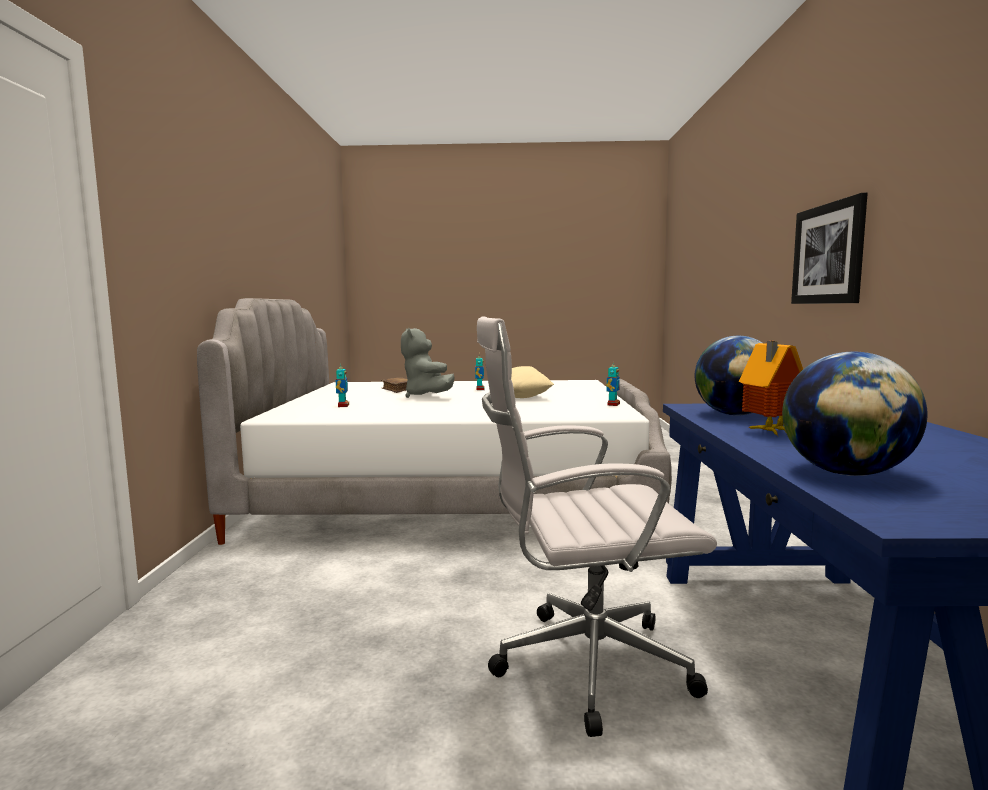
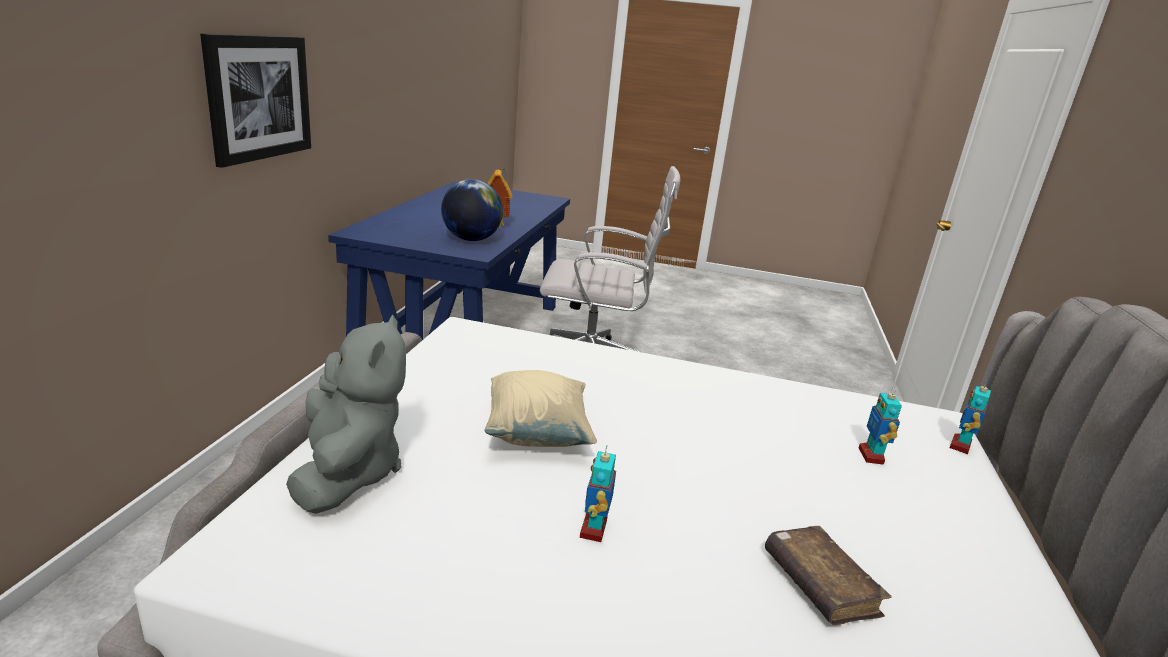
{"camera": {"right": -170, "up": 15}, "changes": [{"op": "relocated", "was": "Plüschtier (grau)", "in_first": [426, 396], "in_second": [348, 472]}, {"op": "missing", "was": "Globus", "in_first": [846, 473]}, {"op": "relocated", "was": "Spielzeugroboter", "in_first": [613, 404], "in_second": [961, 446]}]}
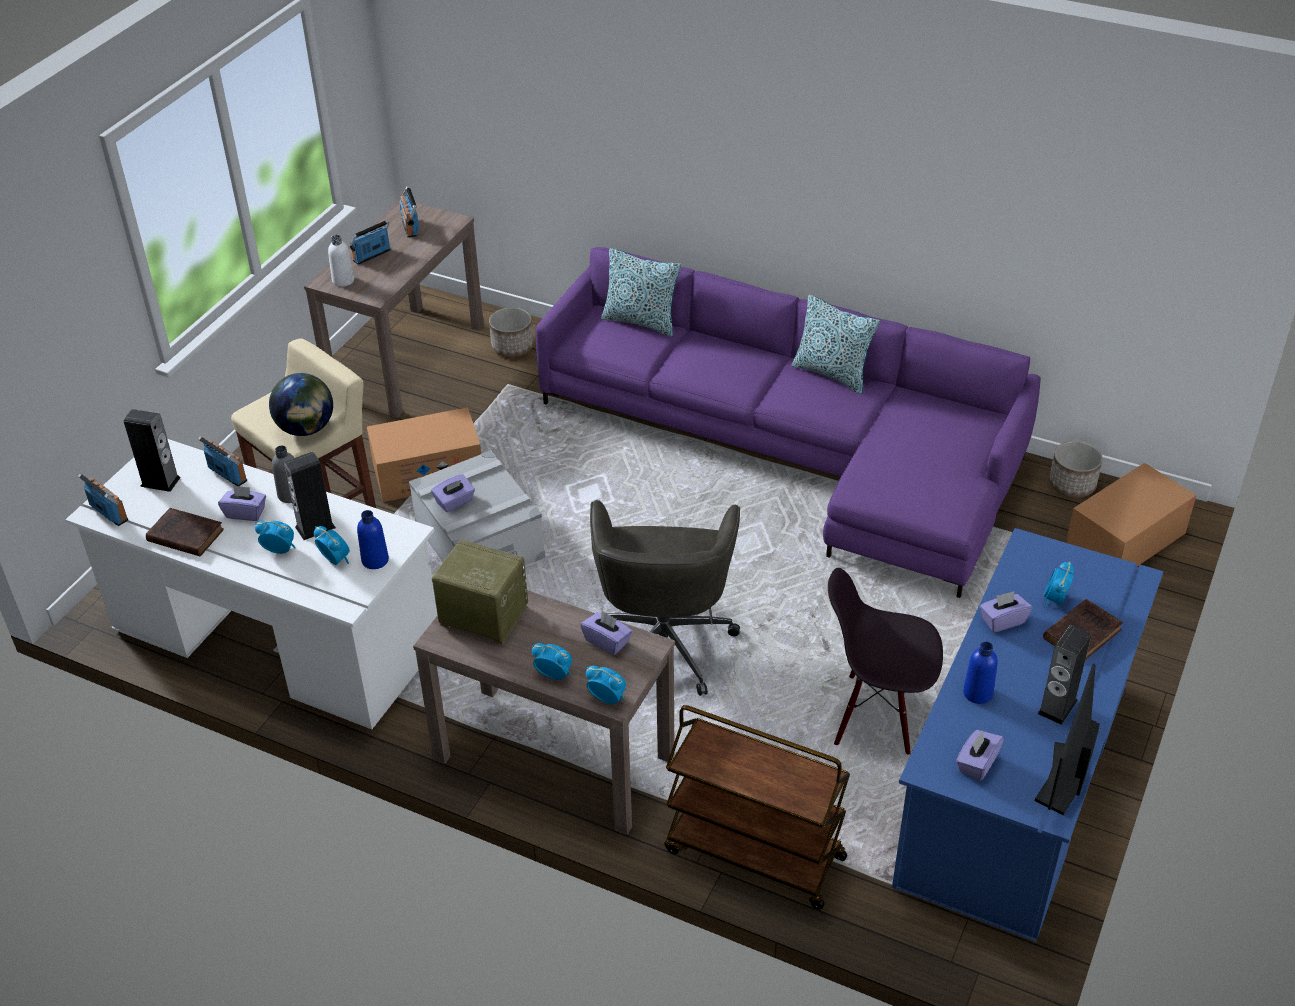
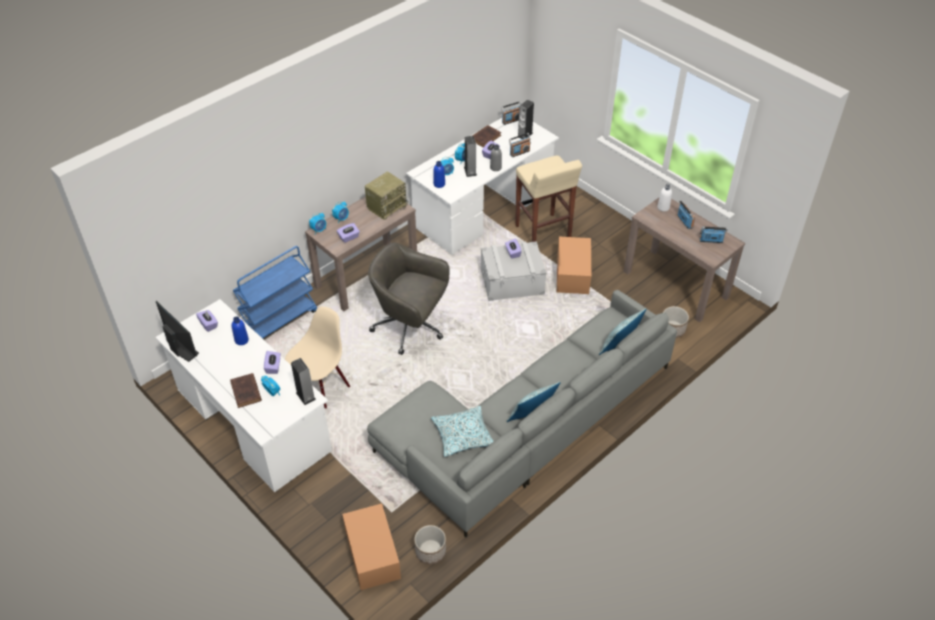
{"camera": {"right": 110, "up": 5}, "changes": [{"op": "colour", "was": "Sofa (lila)", "now": "Sofa (grau)", "in_first": [796, 450], "in_second": [524, 426]}, {"op": "missing", "was": "Globus", "in_first": [306, 429]}, {"op": "colour", "was": "Schreibtisch (blau)", "now": "Schreibtisch (weiß)", "in_first": [1015, 784], "in_second": [252, 421]}, {"op": "colour", "was": "Stuhl (schwarz)", "now": "Stuhl (beige)", "in_first": [877, 716], "in_second": [321, 387]}, {"op": "relocated", "was": "Lautsprecher", "in_first": [1057, 707], "in_second": [305, 396]}, {"op": "colour", "was": "Rollwagen (braun)", "now": "Rollwagen (blau)", "in_first": [753, 854], "in_second": [279, 320]}, {"op": "appeared", "now": "Kissen", "in_second": [462, 435]}]}
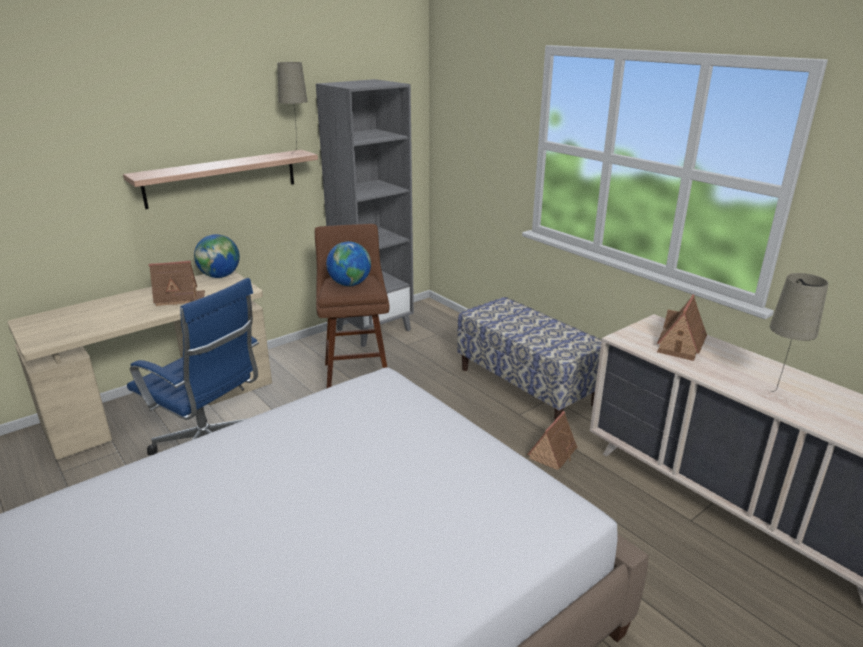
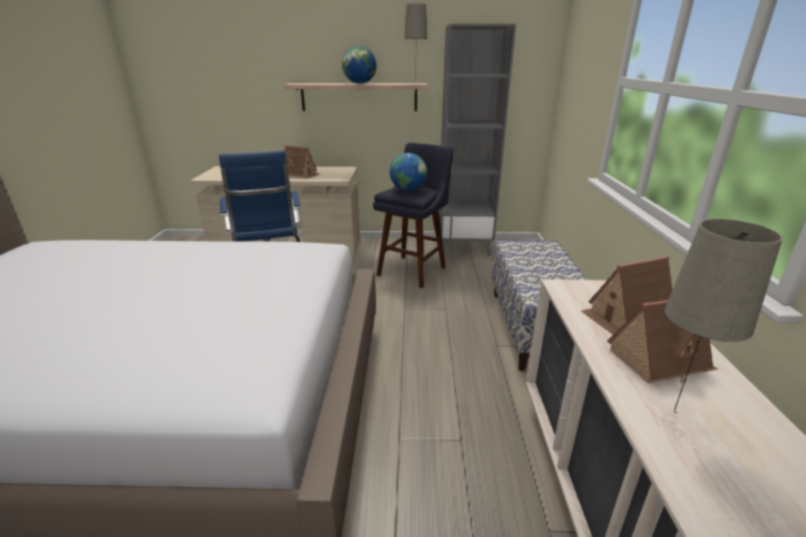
{"camera": {"right": 40, "up": 0}, "changes": [{"op": "colour", "was": "Hocker (braun)", "now": "Hocker (blau)", "in_first": [356, 373], "in_second": [414, 269]}, {"op": "relocated", "was": "Globus", "in_first": [220, 276], "in_second": [360, 83]}, {"op": "relocated", "was": "Spielzeughaus", "in_first": [553, 453], "in_second": [659, 359]}]}
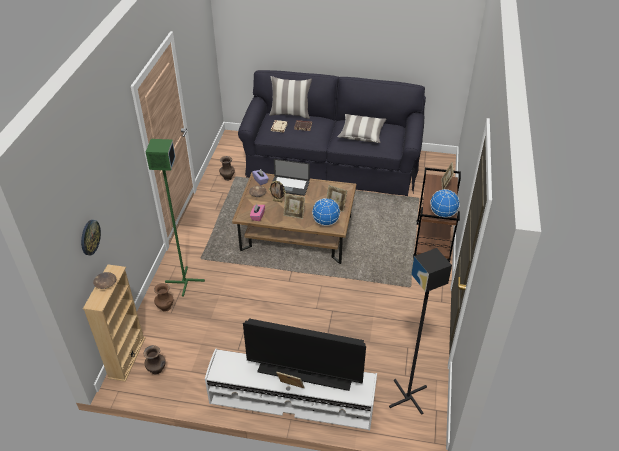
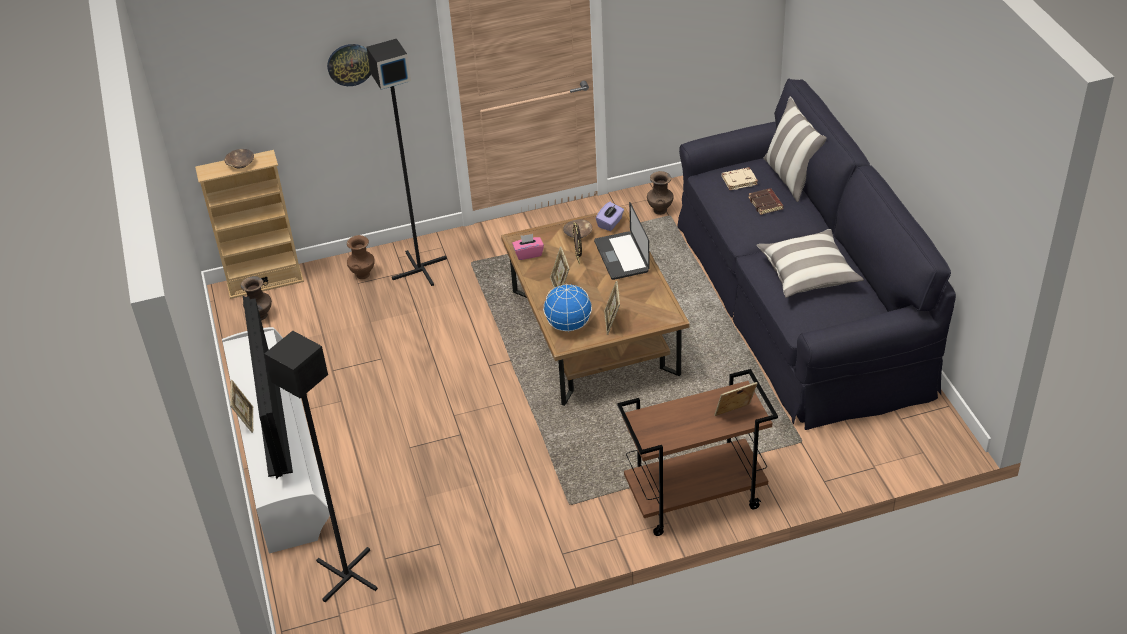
{"camera": {"right": 65, "up": 0}, "changes": [{"op": "colour", "was": "Stehlampe (grün)", "now": "Stehlampe (schwarz)", "in_first": [184, 281], "in_second": [418, 268]}, {"op": "missing", "was": "Globus", "in_first": [443, 214]}, {"op": "relocated", "was": "Wanduhr", "in_first": [89, 237], "in_second": [350, 64]}]}
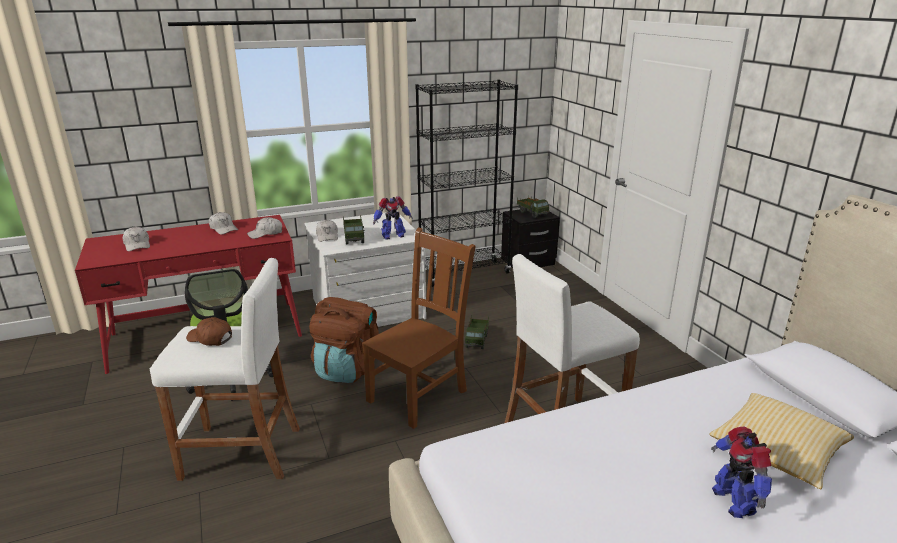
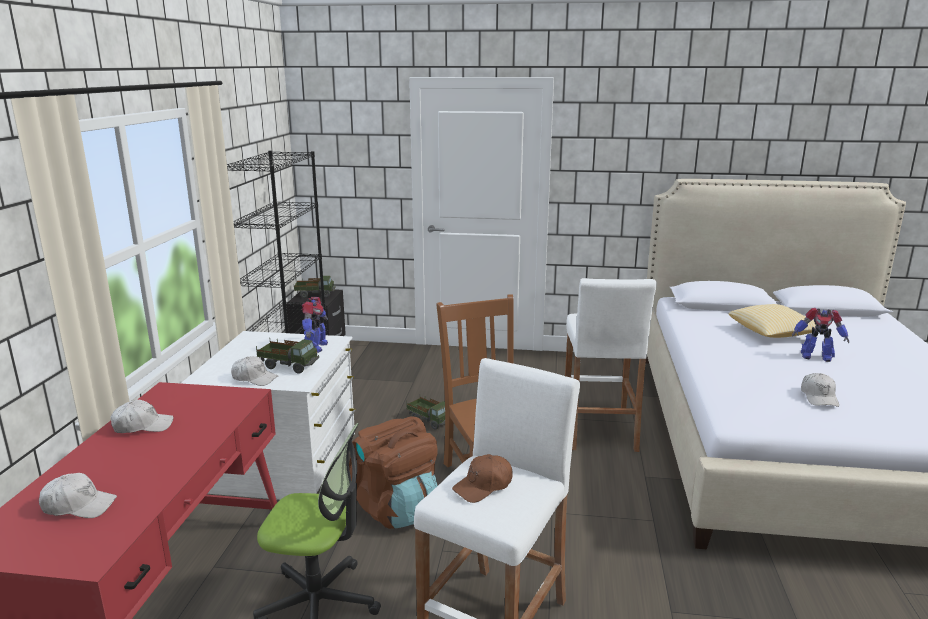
{"camera": {"right": -60, "up": -5}, "changes": [{"op": "relocated", "was": "Kappe (weiß)", "in_first": [265, 233], "in_second": [819, 397]}]}
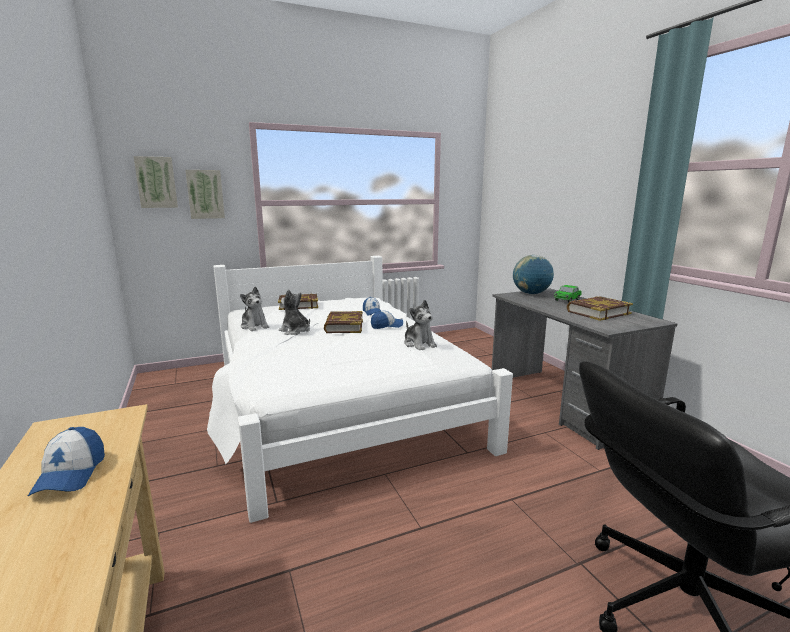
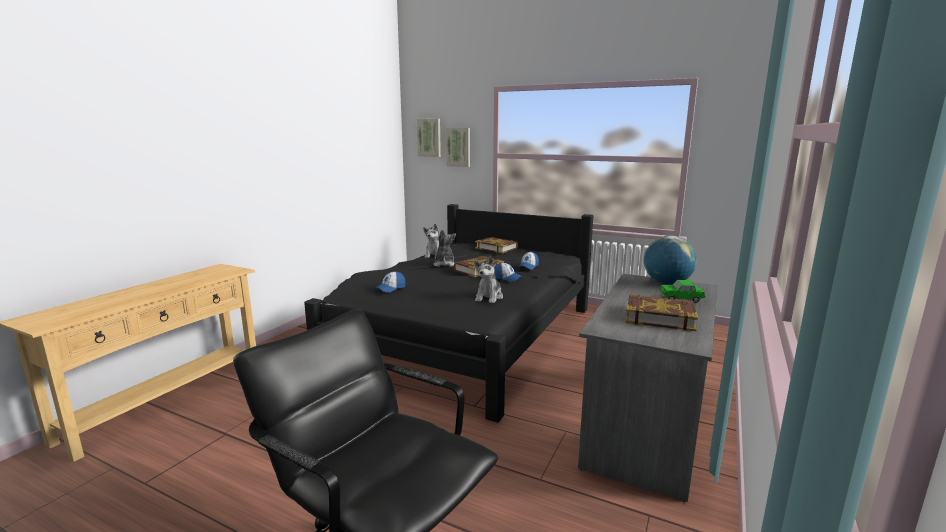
{"camera": {"right": 50, "up": 0}, "changes": [{"op": "colour", "was": "Bett (weiß)", "now": "Bett (schwarz)", "in_first": [337, 403], "in_second": [466, 336]}, {"op": "relocated", "was": "Kappe", "in_first": [70, 474], "in_second": [390, 288]}]}
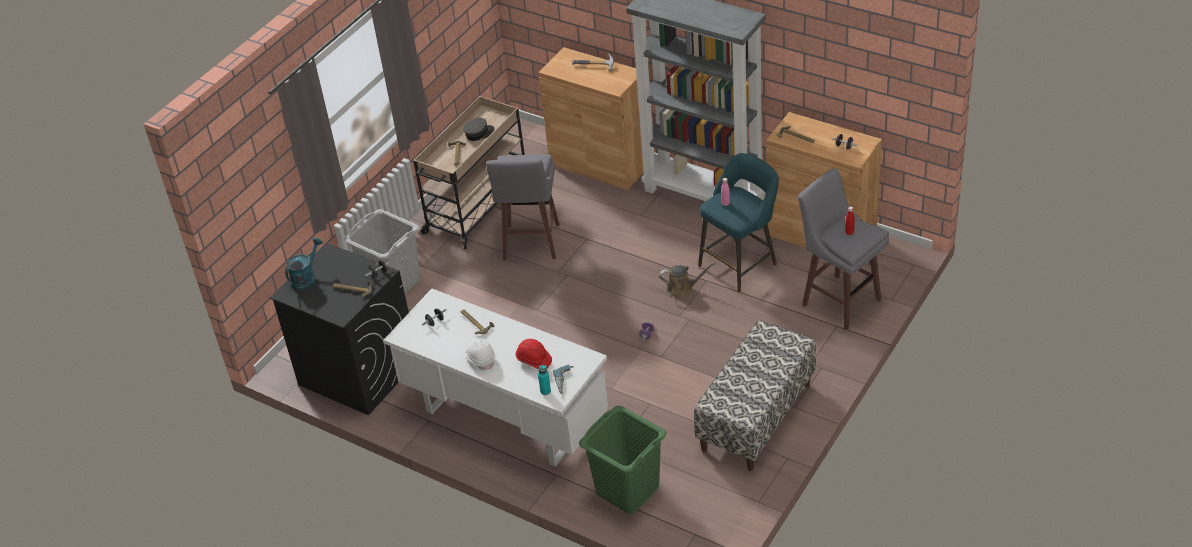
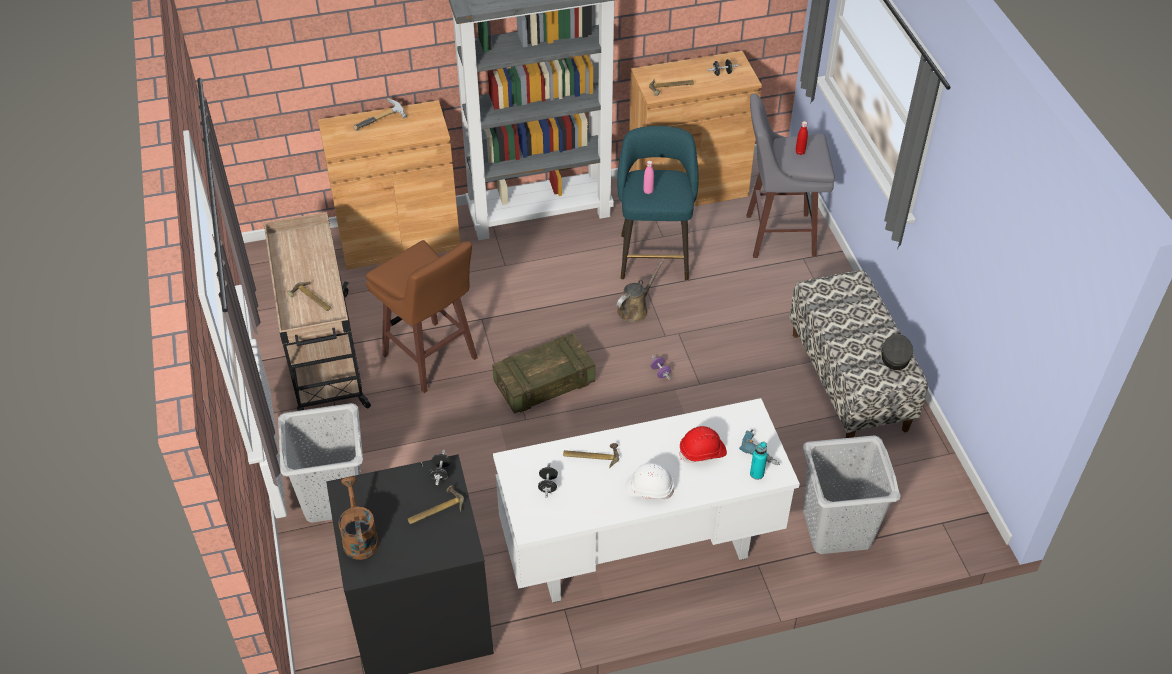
{"camera": {"right": -50, "up": 5}, "changes": [{"op": "relocated", "was": "Kappe (grau)", "in_first": [479, 133], "in_second": [895, 356]}, {"op": "colour", "was": "Hocker (grau)", "now": "Hocker (braun)", "in_first": [530, 243], "in_second": [431, 359]}, {"op": "colour", "was": "Gießkanne (türkis)", "now": "Gießkanne (braun)", "in_first": [306, 278], "in_second": [359, 537]}, {"op": "colour", "was": "Wäschekorb (grün)", "now": "Wäschekorb (grau)", "in_first": [627, 489], "in_second": [836, 527]}, {"op": "appeared", "now": "Kiste", "in_second": [544, 384]}]}
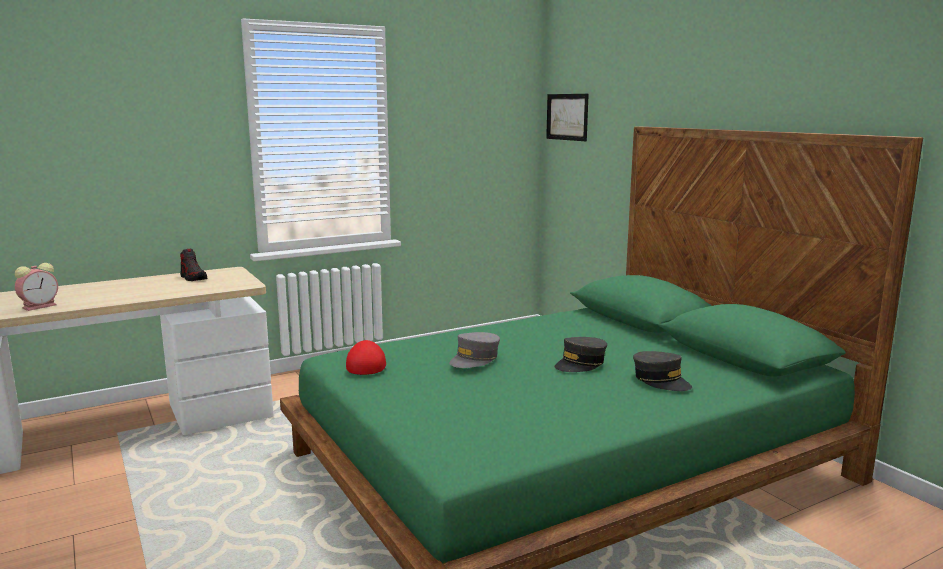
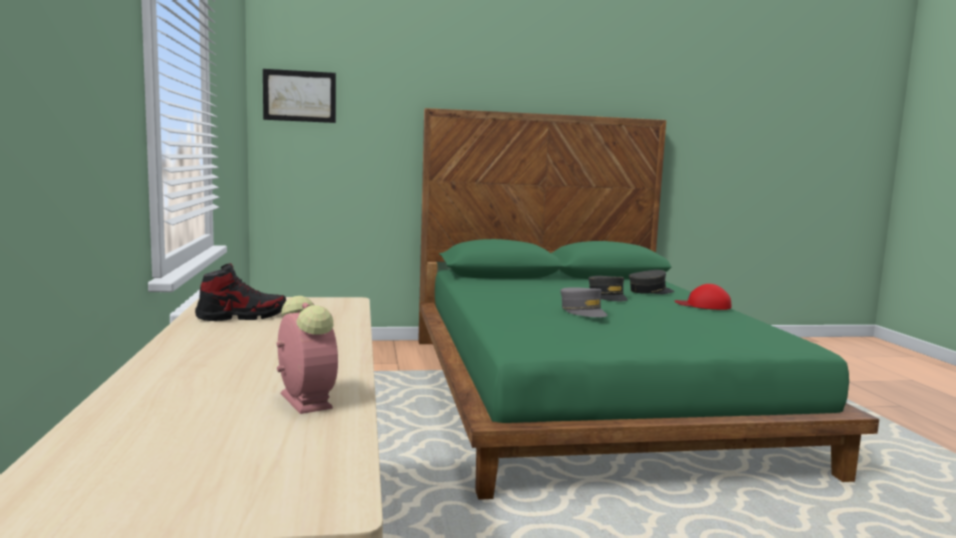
{"camera": {"right": -70, "up": -5}, "changes": [{"op": "relocated", "was": "Kappe (rot)", "in_first": [366, 364], "in_second": [703, 305]}]}
